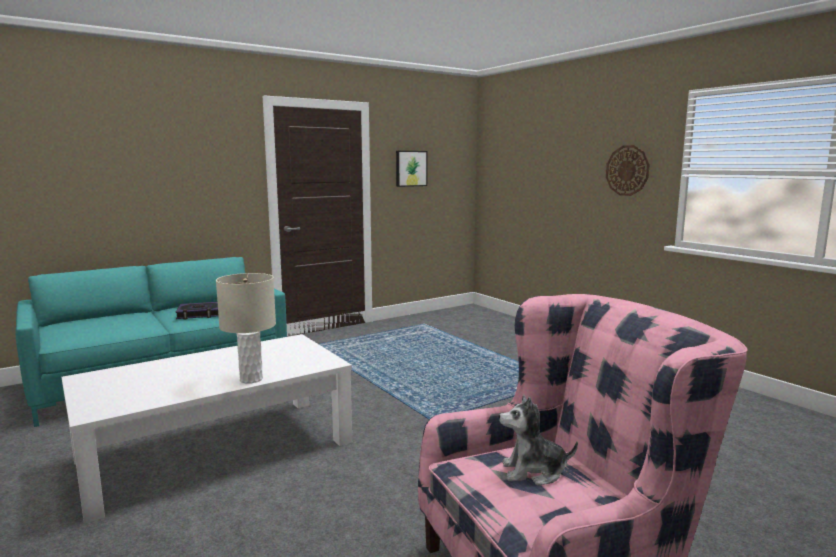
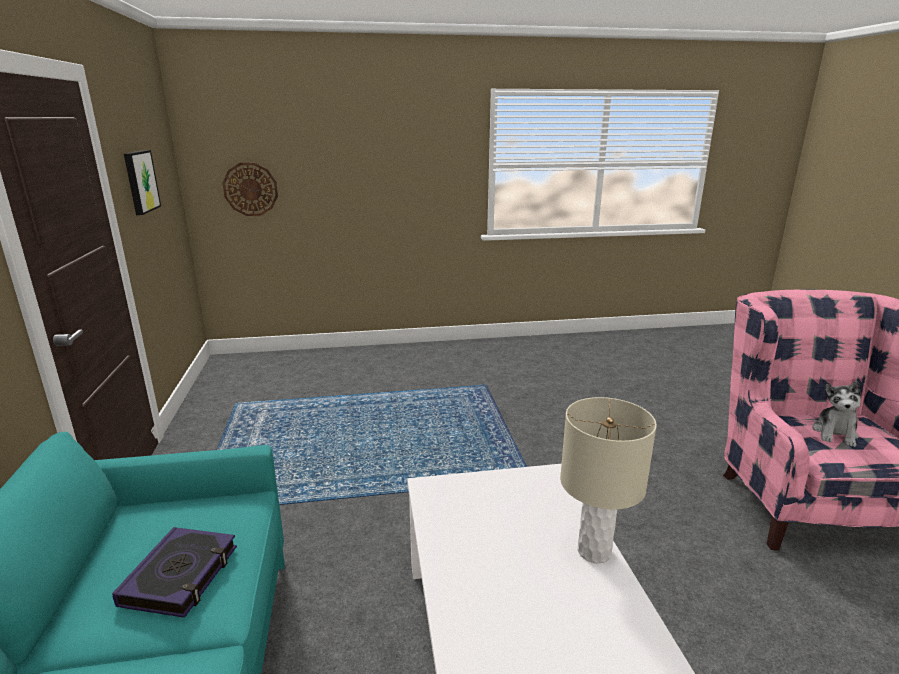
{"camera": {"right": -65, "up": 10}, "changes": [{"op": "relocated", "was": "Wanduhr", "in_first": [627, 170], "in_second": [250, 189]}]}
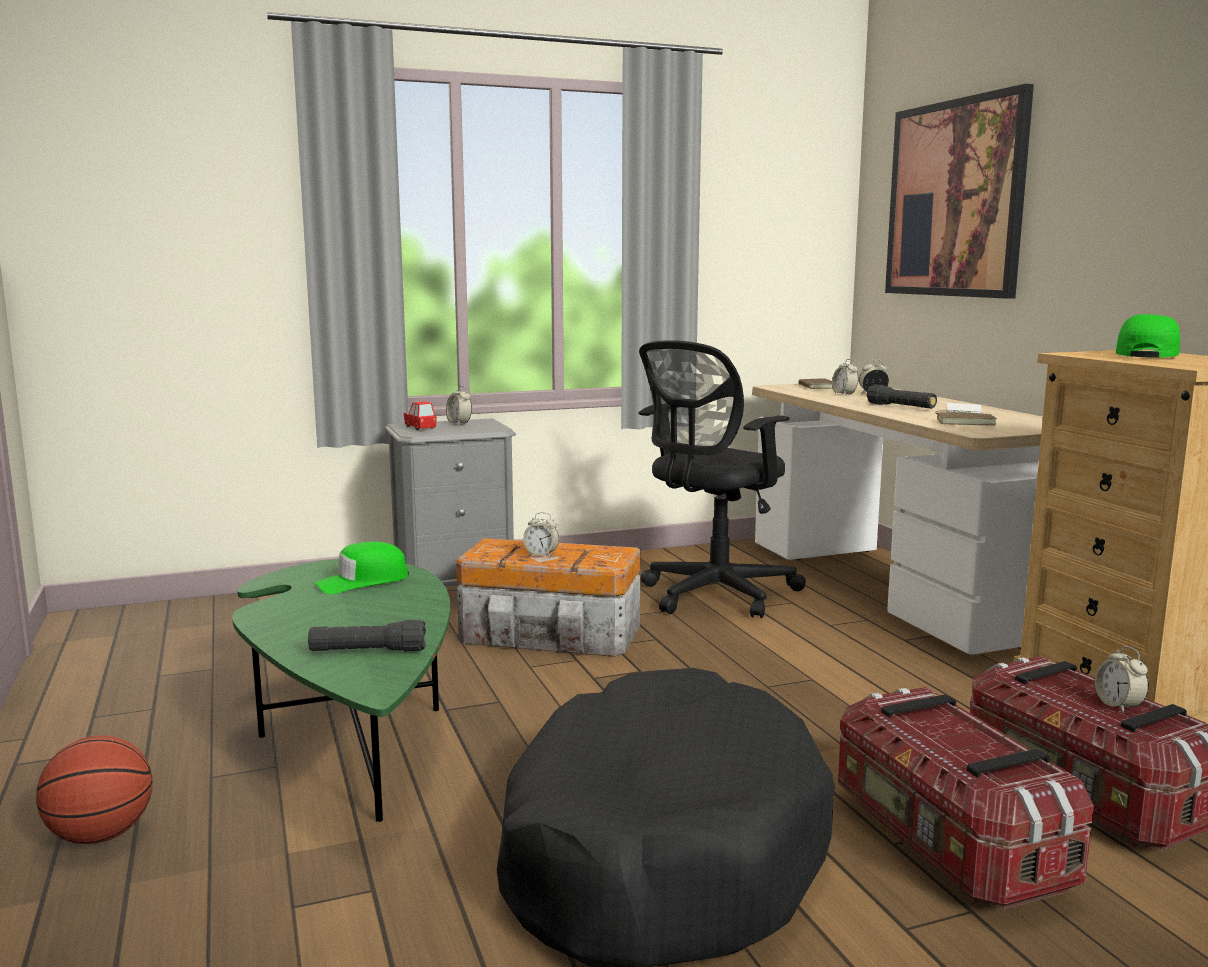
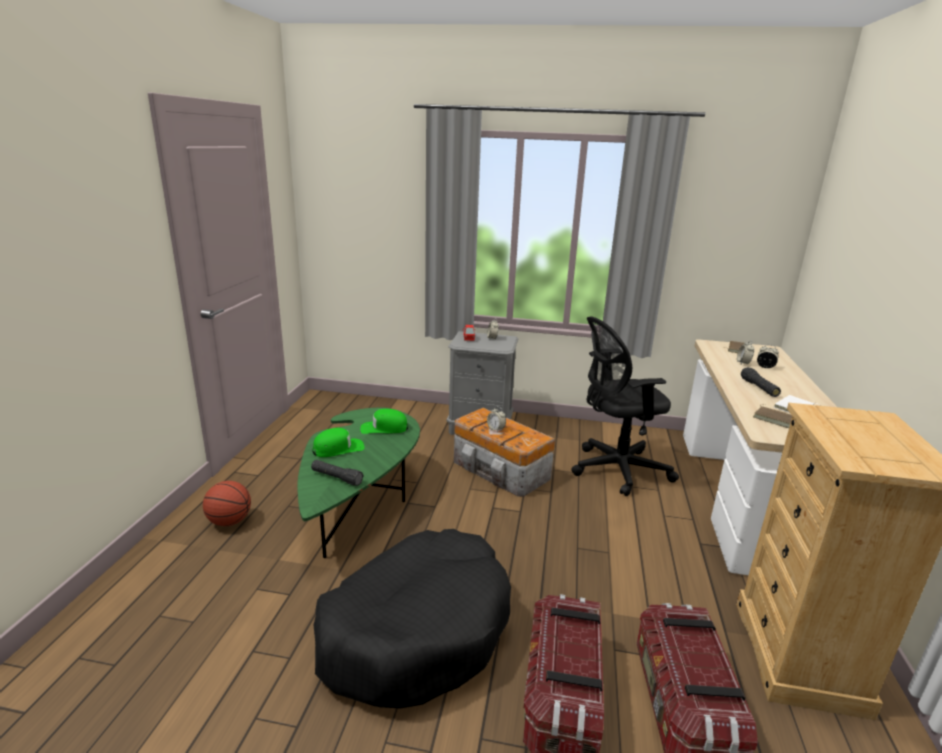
{"camera": {"right": 30, "up": 10}, "changes": [{"op": "missing", "was": "Bild", "in_first": [955, 199]}, {"op": "relocated", "was": "Kappe (grün)", "in_first": [1147, 355], "in_second": [338, 448]}, {"op": "missing", "was": "Wecker", "in_first": [1118, 706]}]}
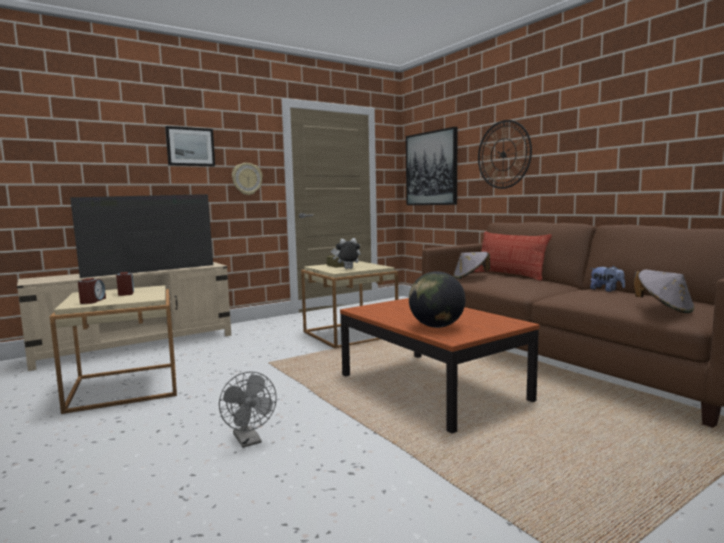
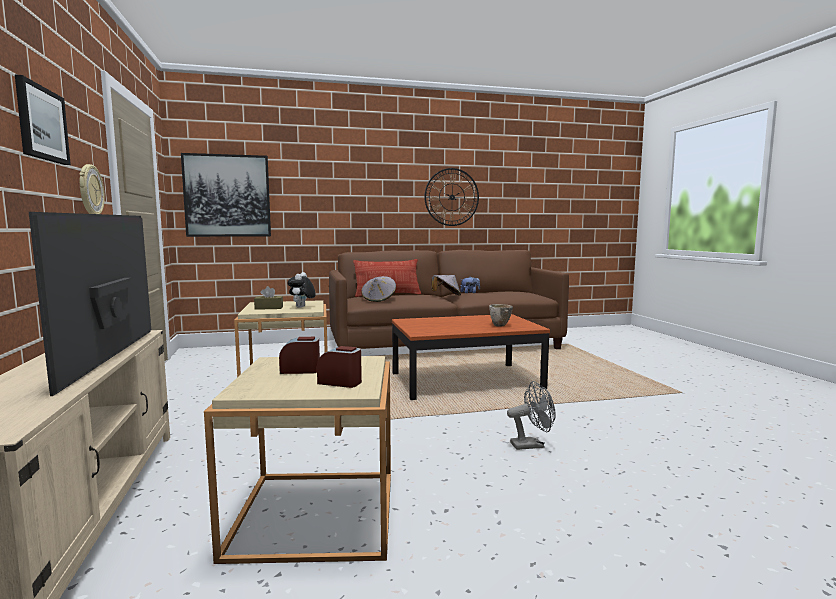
{"camera": {"right": -70, "up": 0}, "changes": [{"op": "relocated", "was": "Wanduhr", "in_first": [503, 154], "in_second": [451, 197]}, {"op": "relocated", "was": "Hut (grau)", "in_first": [664, 309], "in_second": [446, 295]}, {"op": "exchanged", "was": "Globus", "now": "Schüssel", "in_first": [436, 326], "in_second": [500, 326]}]}
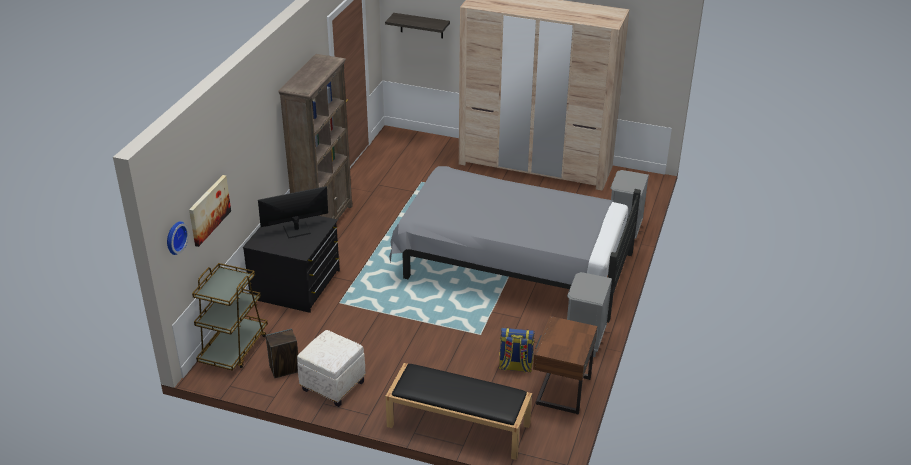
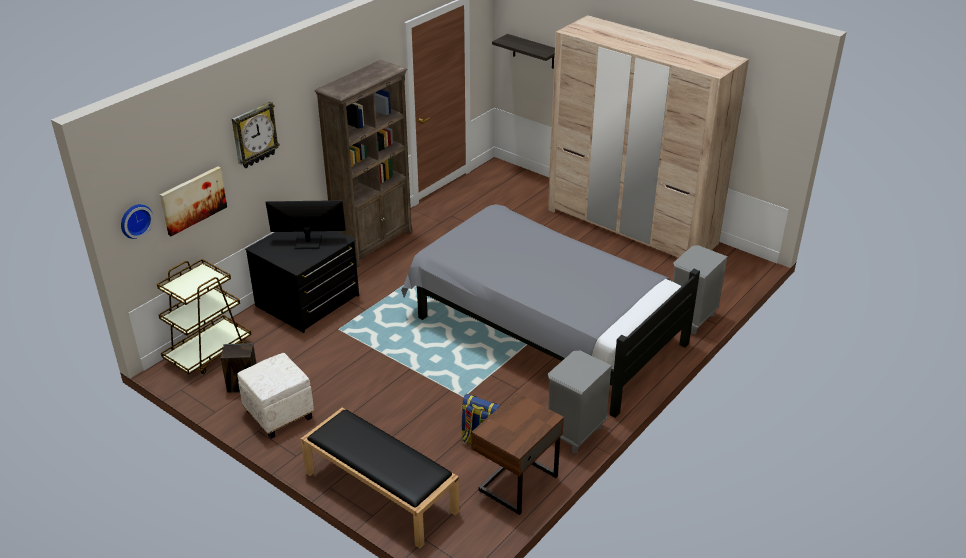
{"camera": {"right": 20, "up": 0}, "changes": [{"op": "appeared", "now": "Wanduhr", "in_second": [254, 135]}]}
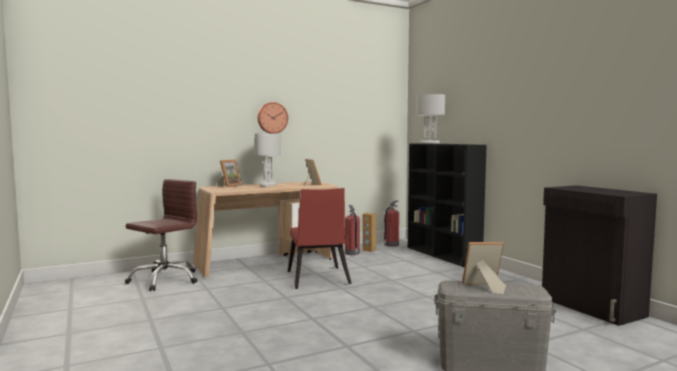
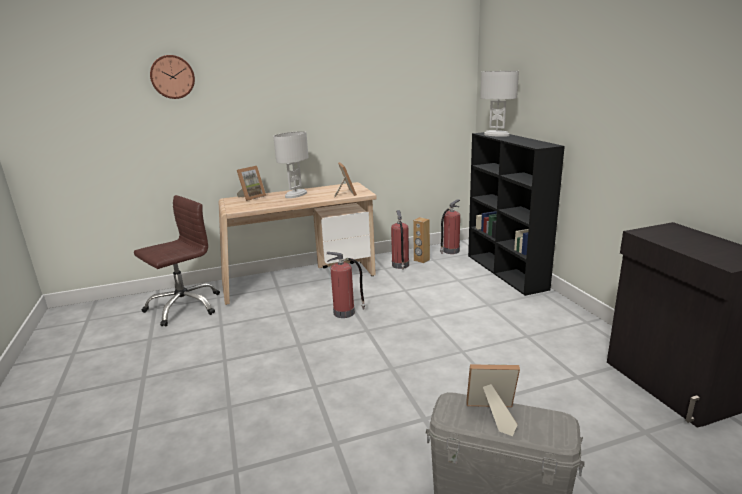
{"camera": {"right": 10, "up": 15}, "changes": [{"op": "relocated", "was": "Wanduhr", "in_first": [272, 118], "in_second": [172, 77]}, {"op": "exchanged", "was": "Stuhl (rot)", "now": "Feuerlöscher", "in_first": [317, 279], "in_second": [345, 313]}]}
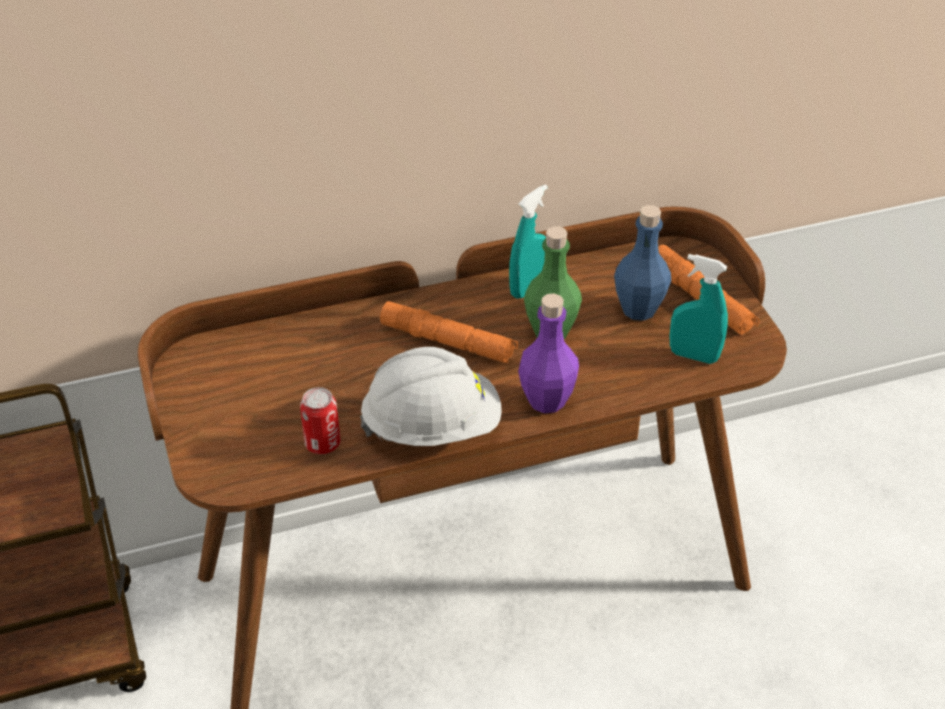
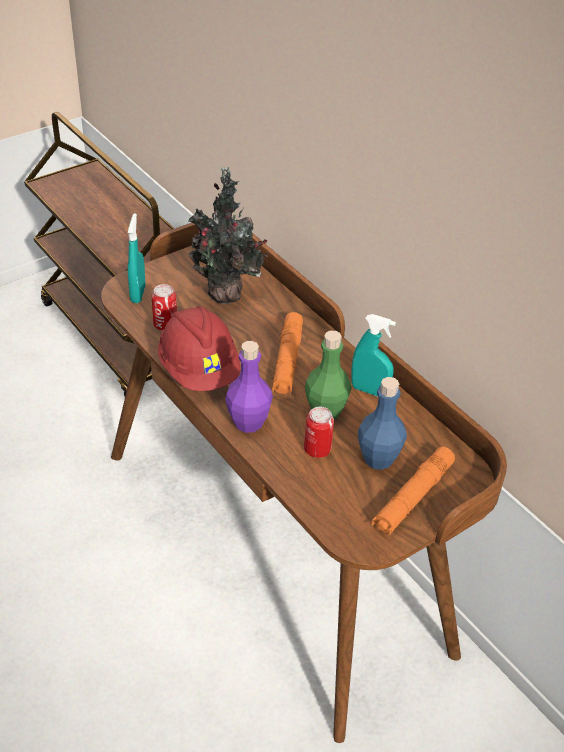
{"camera": {"right": 70, "up": 0}, "changes": [{"op": "relocated", "was": "Sprühflasche (türkis)", "in_first": [693, 356], "in_second": [138, 294]}, {"op": "colour", "was": "Schutzhelm (weiß)", "now": "Schutzhelm (rot)", "in_first": [432, 426], "in_second": [199, 370]}, {"op": "appeared", "now": "Topfpflanze", "in_second": [226, 296]}, {"op": "appeared", "now": "Dose", "in_second": [317, 449]}]}
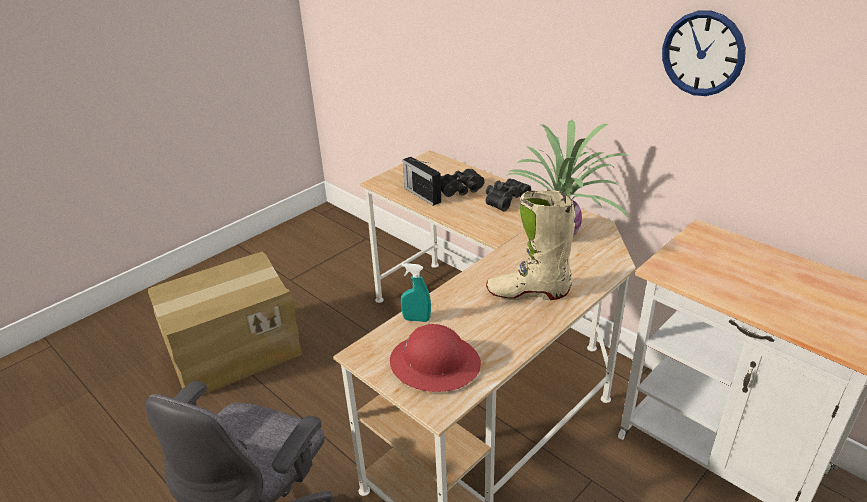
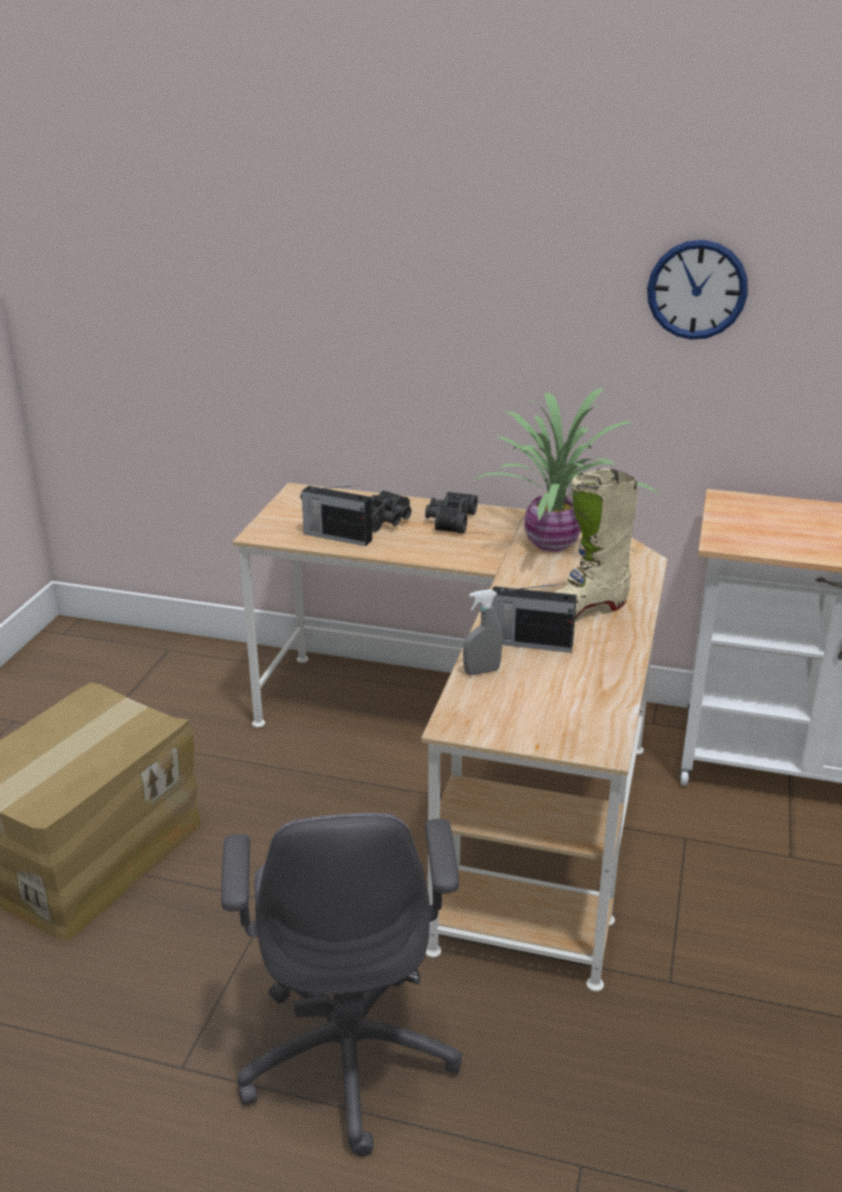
{"camera": {"right": -30, "up": -5}, "changes": [{"op": "colour", "was": "Sprühflasche (türkis)", "now": "Sprühflasche (grau)", "in_first": [416, 319], "in_second": [481, 671]}, {"op": "missing", "was": "Schutzhelm (rot)", "in_first": [435, 363]}, {"op": "appeared", "now": "Radio", "in_second": [529, 643]}]}
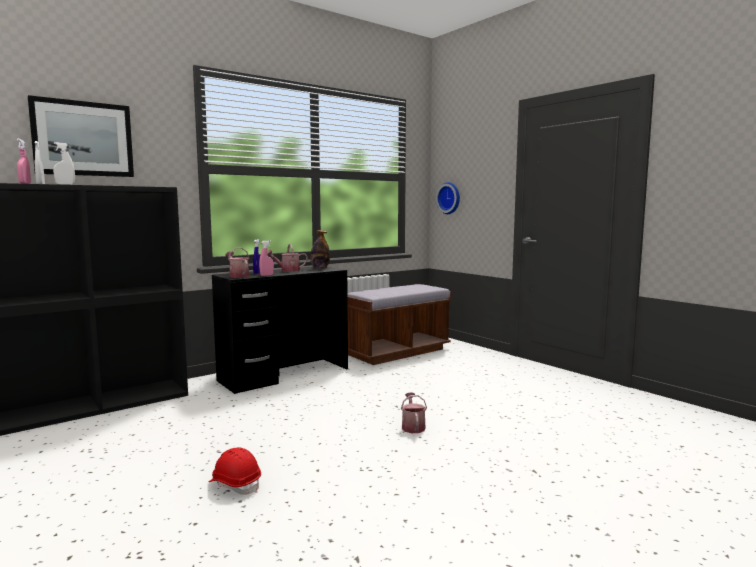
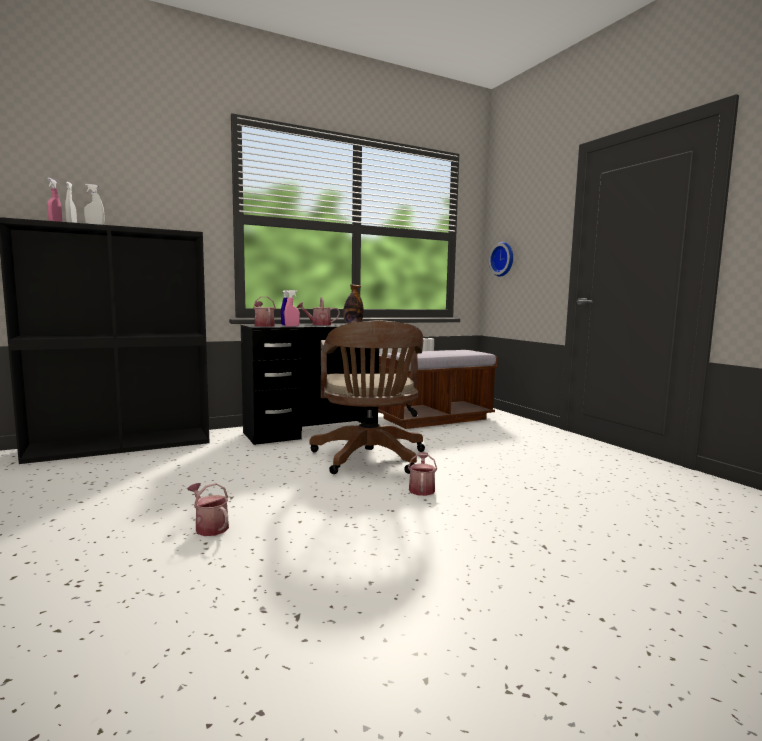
{"camera": {"right": 10, "up": 0}, "changes": [{"op": "missing", "was": "Bild", "in_first": [83, 138]}, {"op": "exchanged", "was": "Schutzhelm (rot)", "now": "Gießkanne", "in_first": [235, 484], "in_second": [209, 527]}, {"op": "appeared", "now": "Bürostuhl (braun)", "in_second": [369, 459]}]}
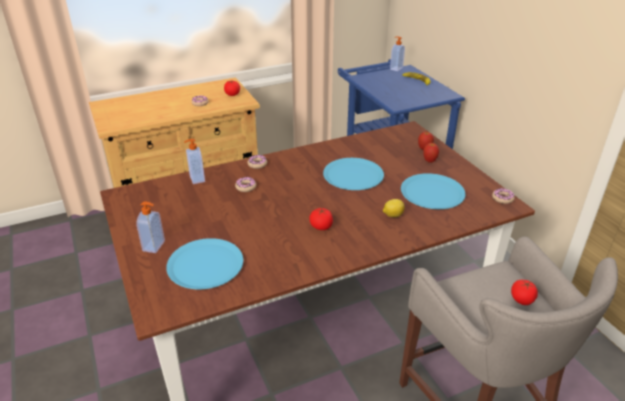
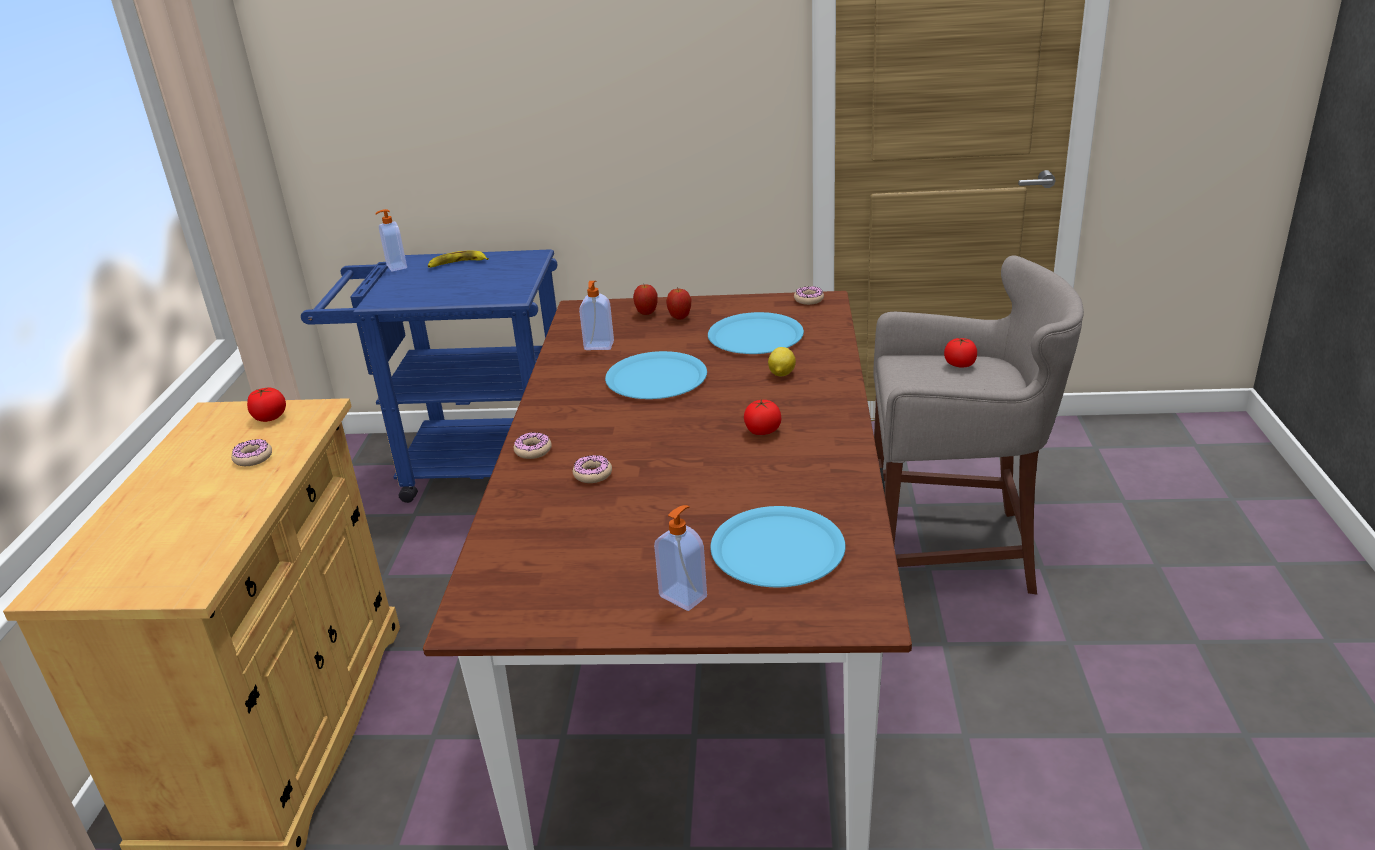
{"camera": {"right": -60, "up": -5}, "changes": [{"op": "relocated", "was": "Seifenspender", "in_first": [196, 179], "in_second": [599, 346]}]}
